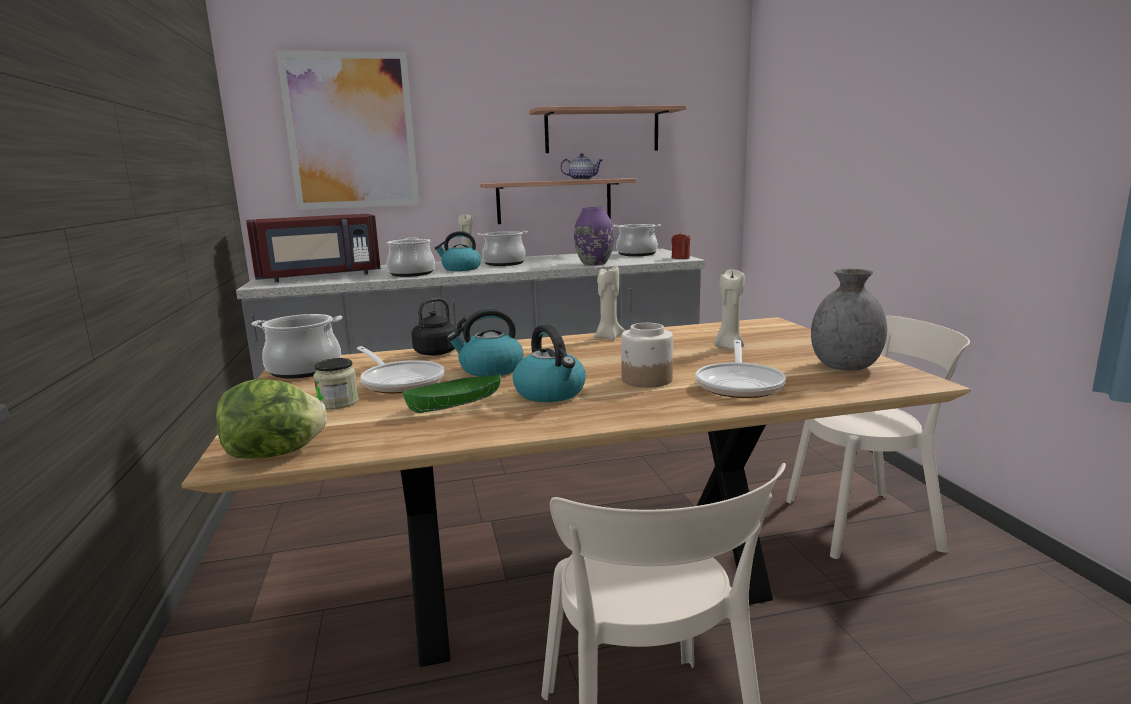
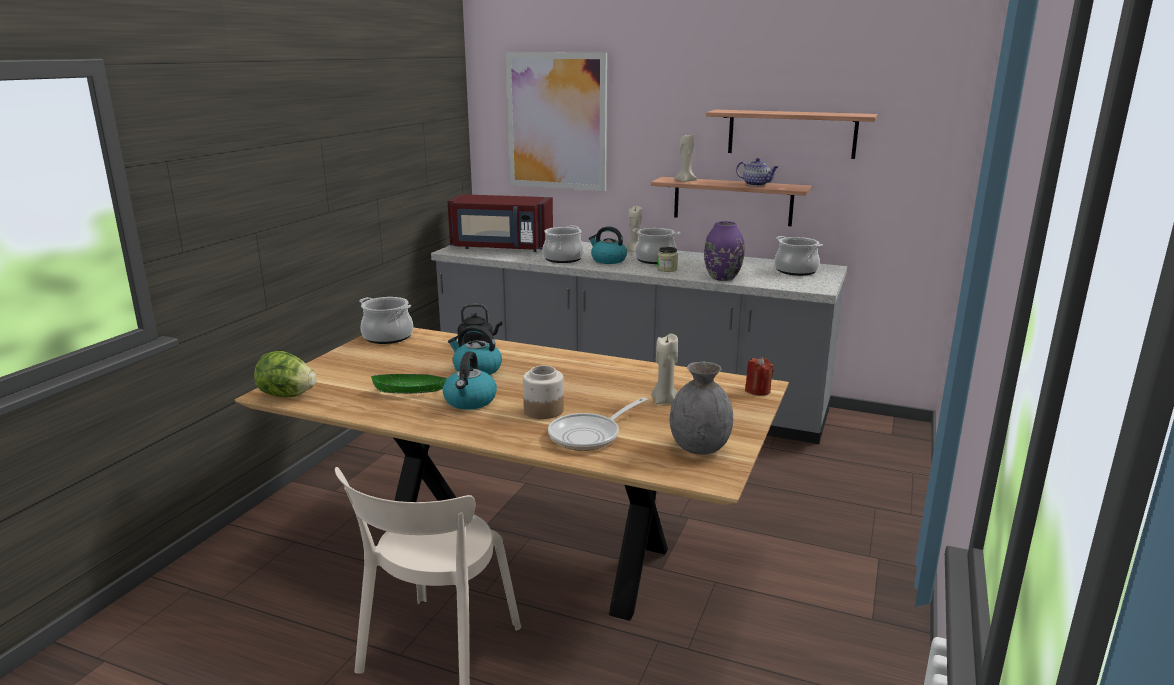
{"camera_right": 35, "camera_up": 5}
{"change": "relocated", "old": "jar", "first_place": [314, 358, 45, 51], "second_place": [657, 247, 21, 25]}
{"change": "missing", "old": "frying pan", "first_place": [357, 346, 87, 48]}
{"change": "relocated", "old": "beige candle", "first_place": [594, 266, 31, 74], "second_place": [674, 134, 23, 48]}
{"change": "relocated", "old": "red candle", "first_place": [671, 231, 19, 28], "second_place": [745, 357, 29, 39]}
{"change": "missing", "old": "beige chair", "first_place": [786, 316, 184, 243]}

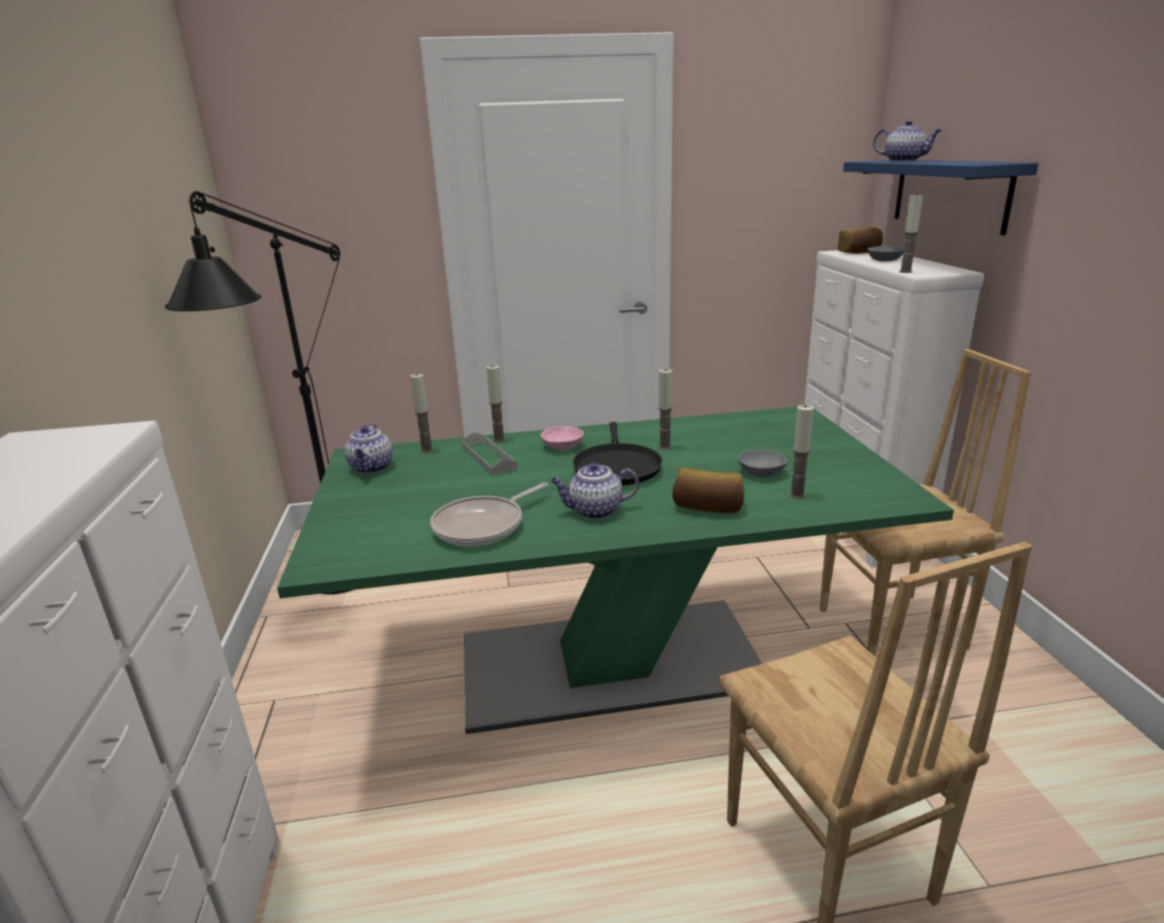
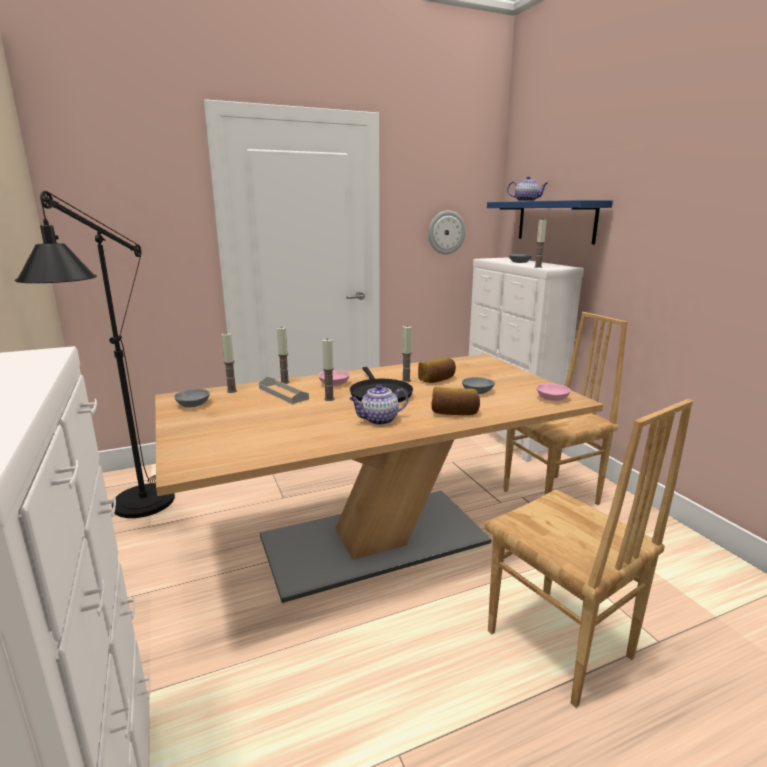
{"camera_right": -15, "camera_up": -5}
{"change": "colour", "old": "green dining table", "new": "beige dining table", "first_place": [277, 405, 677, 329], "second_place": [155, 354, 448, 249]}
{"change": "exchanged", "old": "teapot", "new": "grey bowl", "first_place": [345, 424, 48, 50], "second_place": [174, 389, 36, 18]}
{"change": "missing", "old": "frying pan", "first_place": [430, 482, 118, 64]}
{"change": "relocated", "old": "candle", "first_place": [789, 404, 25, 95], "second_place": [322, 339, 13, 62]}
{"change": "relocated", "old": "bread", "first_place": [838, 227, 45, 27], "second_place": [418, 357, 38, 26]}
{"change": "appeared", "new": "wall clock", "second_place": [428, 210, 38, 45]}
{"change": "appeared", "new": "pink bowl", "second_place": [536, 384, 35, 17]}

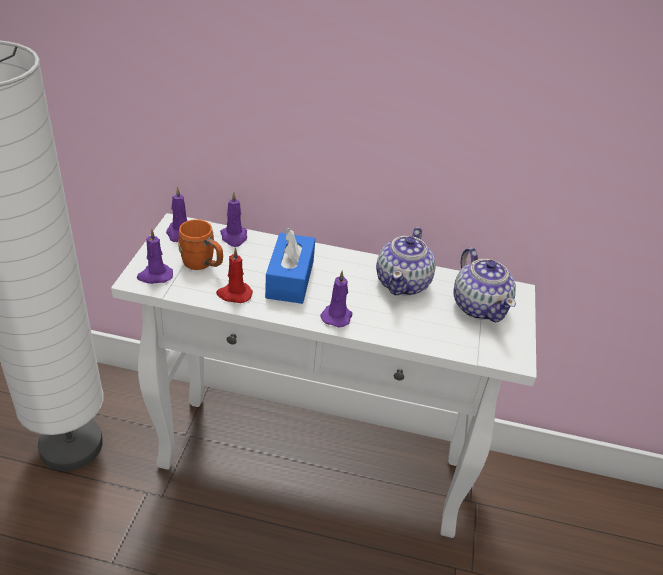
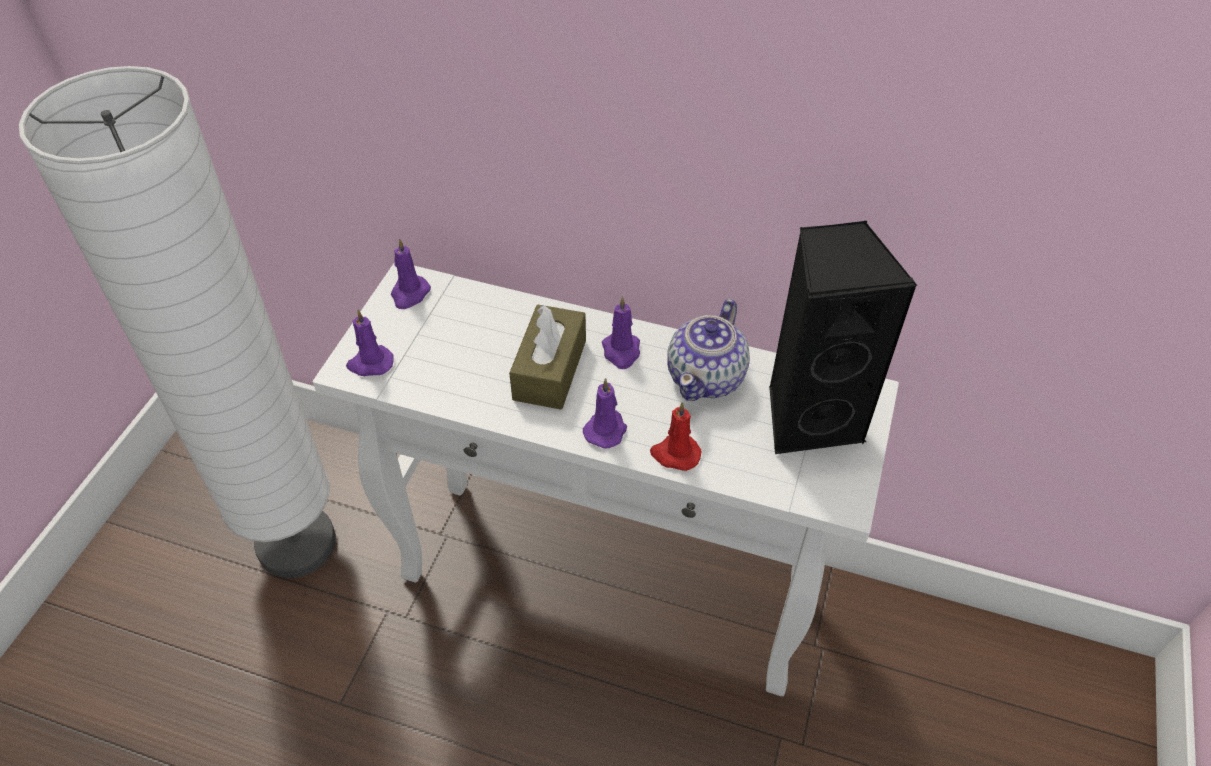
{"camera_right": 10, "camera_up": 10}
{"change": "missing", "old": "orange mug", "first_place": [178, 219, 45, 51]}
{"change": "relocated", "old": "red candle", "first_place": [216, 247, 37, 56], "second_place": [650, 402, 51, 69]}
{"change": "relocated", "old": "purple candle", "first_place": [220, 192, 27, 55], "second_place": [602, 296, 38, 73]}
{"change": "colour", "old": "blue tissue box", "new": "brown tissue box", "first_place": [265, 228, 50, 76], "second_place": [509, 304, 77, 105]}
{"change": "exchanged", "old": "teapot", "new": "black speaker", "first_place": [453, 248, 63, 74], "second_place": [769, 221, 149, 233]}

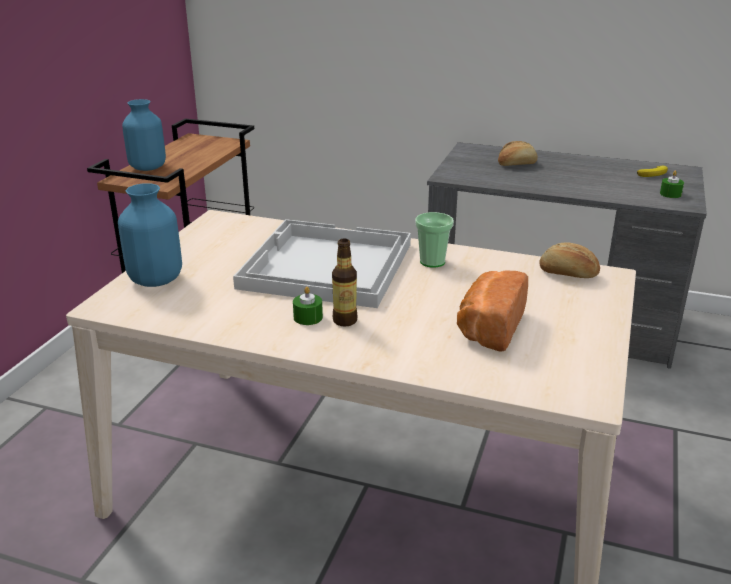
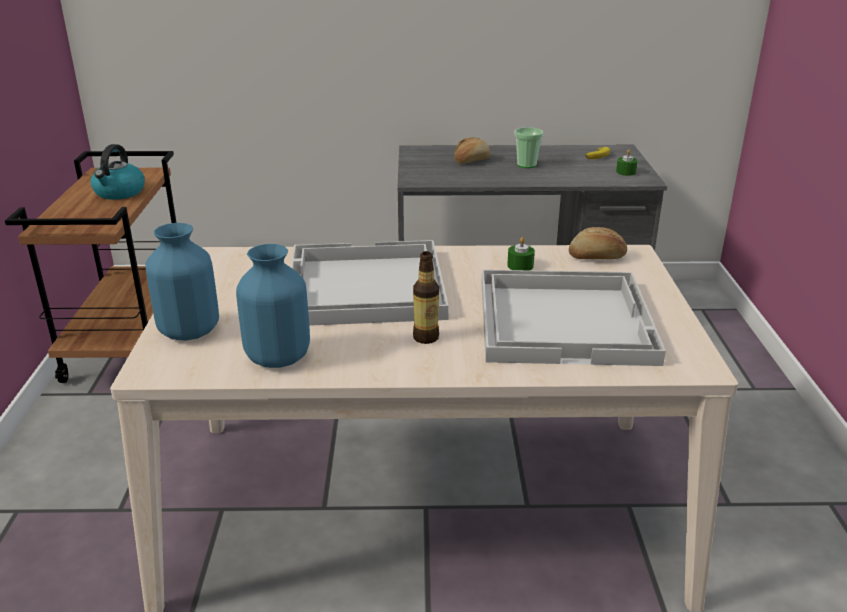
{"camera_right": -20, "camera_up": 0}
{"change": "relocated", "old": "blue vase", "first_place": [122, 99, 44, 72], "second_place": [236, 244, 74, 124]}
{"change": "relocated", "old": "green candle", "first_place": [293, 287, 30, 38], "second_place": [507, 237, 28, 33]}
{"change": "relocated", "old": "cup", "first_place": [415, 212, 39, 56], "second_place": [515, 127, 28, 41]}
{"change": "exchanged", "old": "bread", "new": "white tray", "first_place": [457, 270, 71, 82], "second_place": [481, 270, 185, 96]}
{"change": "appeared", "new": "kettle", "second_place": [90, 144, 55, 56]}

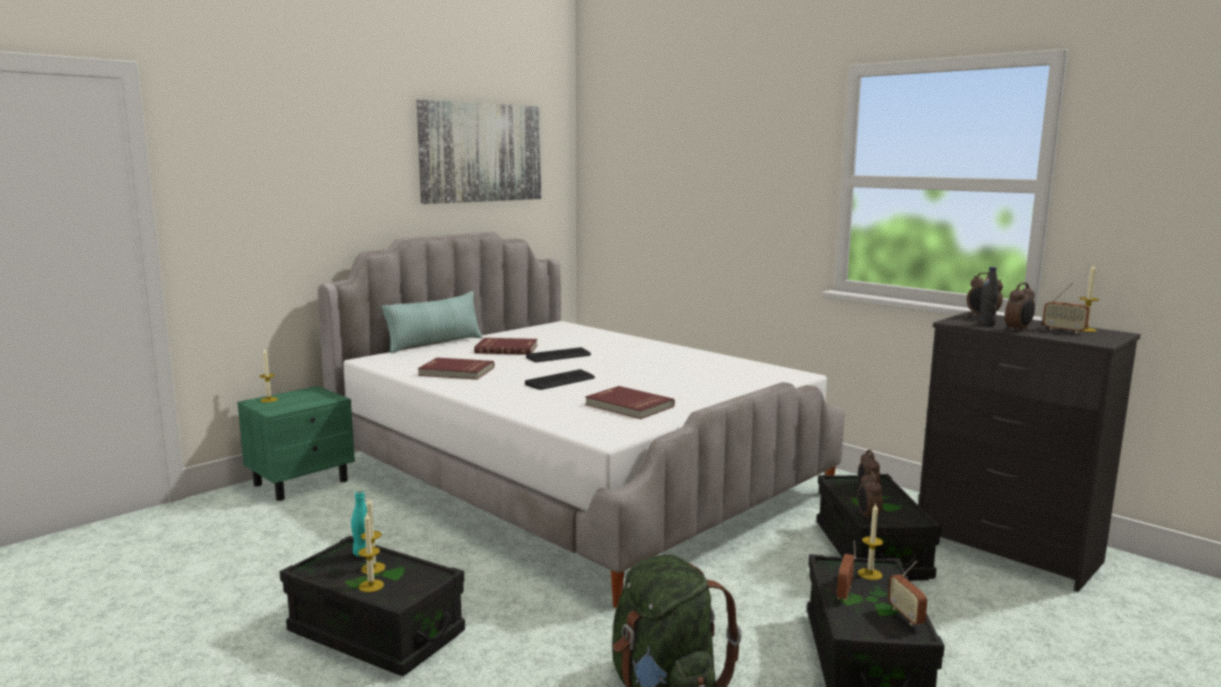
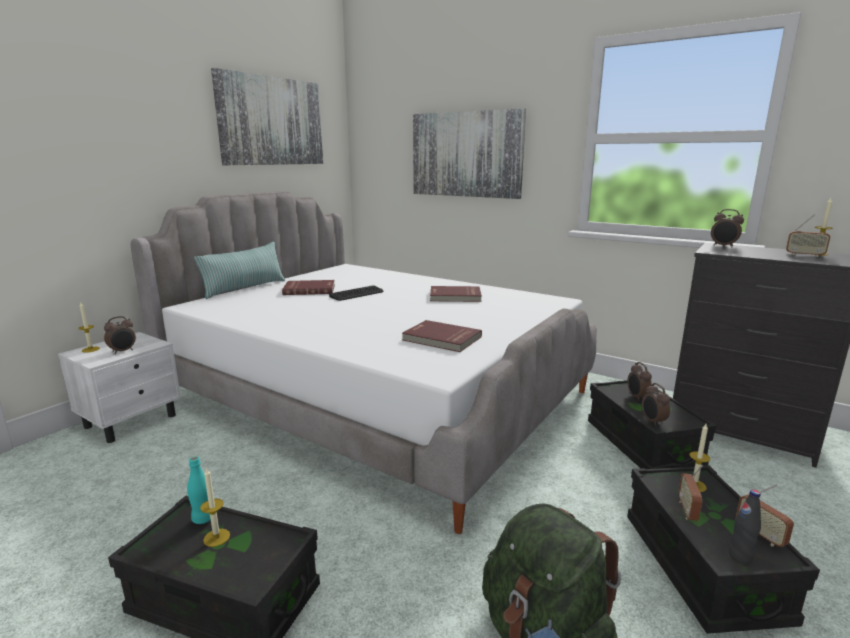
{"camera_right": -10, "camera_up": 5}
{"change": "colour", "old": "green nightstand", "new": "white nightstand", "first_place": [237, 386, 118, 115], "second_place": [58, 332, 123, 111]}
{"change": "missing", "old": "candle", "first_place": [358, 513, 26, 79]}
{"change": "relocated", "old": "red book", "first_place": [418, 358, 76, 22], "second_place": [430, 286, 52, 16]}
{"change": "missing", "old": "keyboard", "first_place": [525, 369, 70, 21]}
{"change": "relocated", "old": "black bottle", "first_place": [978, 267, 21, 60], "second_place": [729, 490, 32, 74]}
{"change": "relocated", "old": "alarm clock", "first_place": [1005, 282, 30, 50], "second_place": [104, 316, 32, 38]}
{"change": "appeared", "new": "picture", "second_place": [413, 108, 113, 91]}

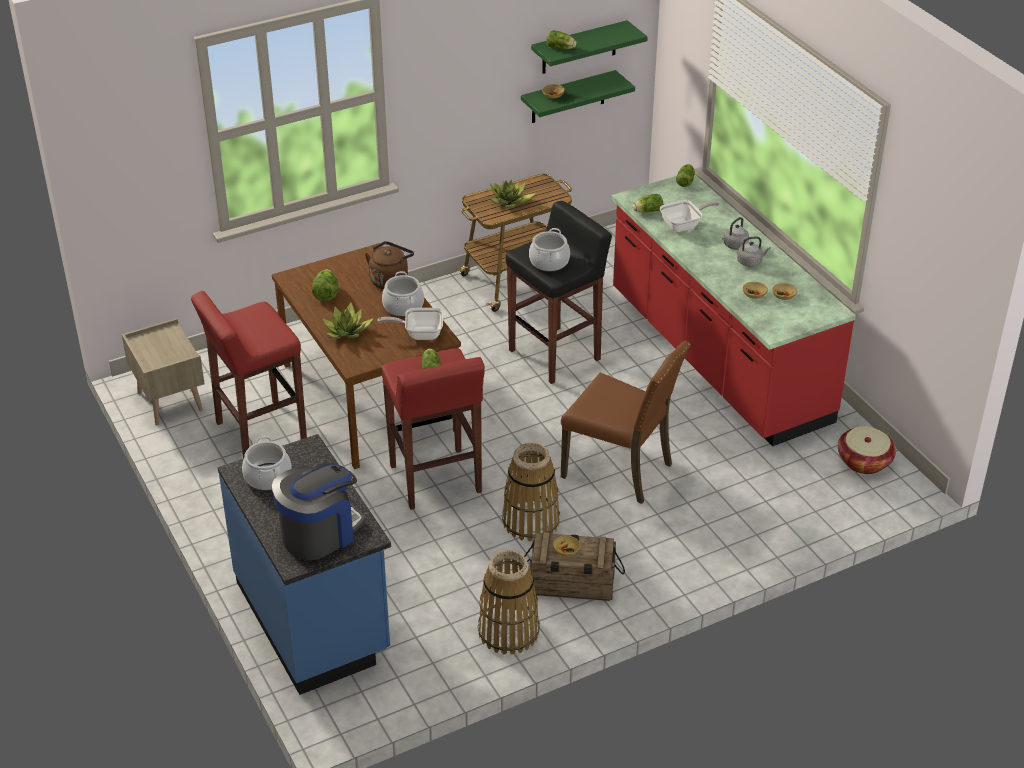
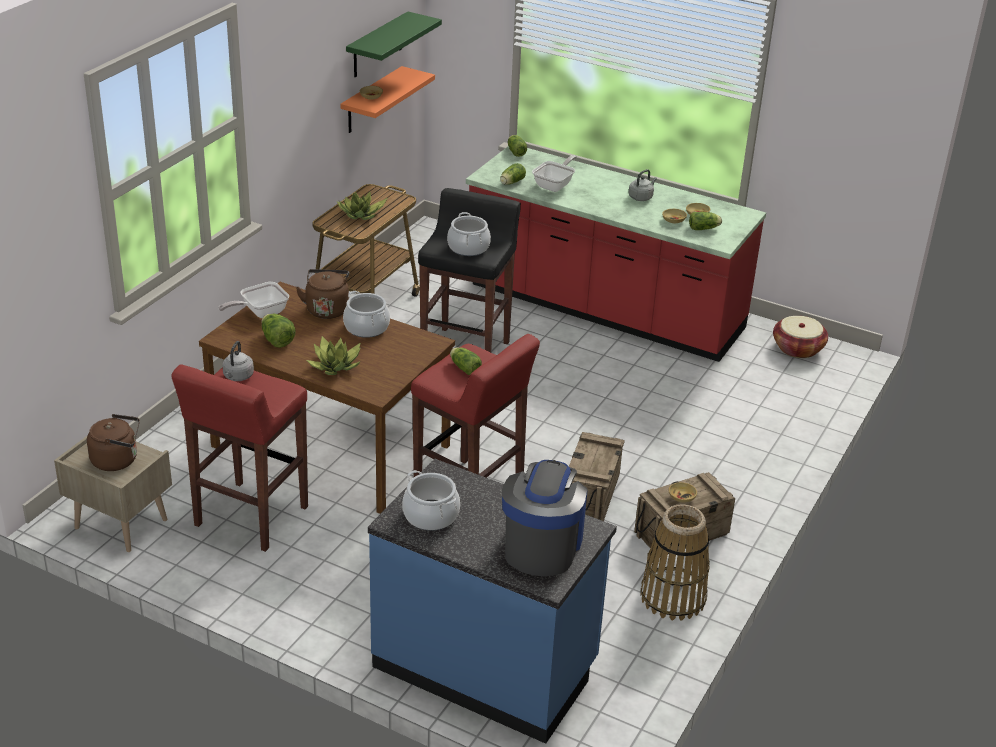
{"camera_right": -35, "camera_up": -5}
{"change": "relocated", "old": "frying pan", "first_place": [377, 308, 66, 32], "second_place": [218, 282, 71, 36]}
{"change": "exchanged", "old": "basket", "new": "crate", "first_place": [502, 443, 58, 99], "second_place": [569, 432, 56, 89]}
{"change": "colour", "old": "green shelf", "new": "orange shelf", "first_place": [521, 70, 114, 53], "second_place": [341, 66, 94, 67]}
{"change": "relocated", "old": "lettuce", "first_place": [547, 30, 30, 19], "second_place": [689, 212, 33, 18]}
{"change": "missing", "old": "brown chair", "first_place": [561, 341, 130, 163]}
{"change": "relocated", "old": "grey kettle", "first_place": [722, 217, 27, 33], "second_place": [222, 341, 32, 40]}
{"change": "appeared", "new": "brown kettle", "second_place": [87, 414, 53, 57]}

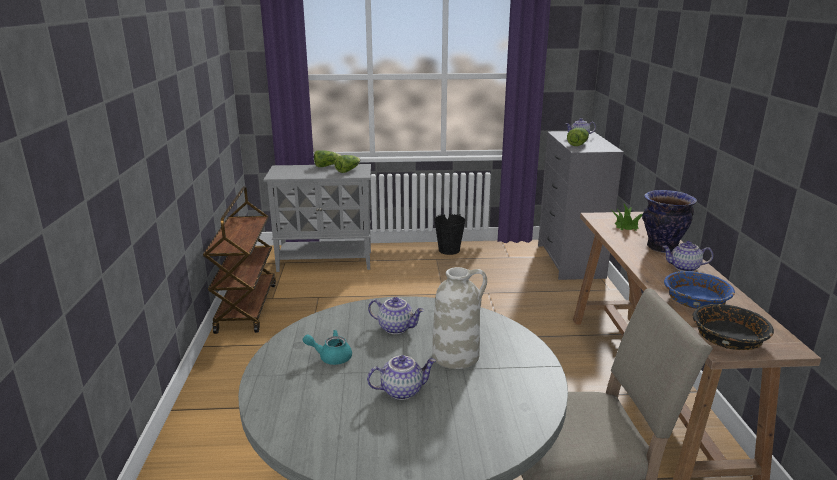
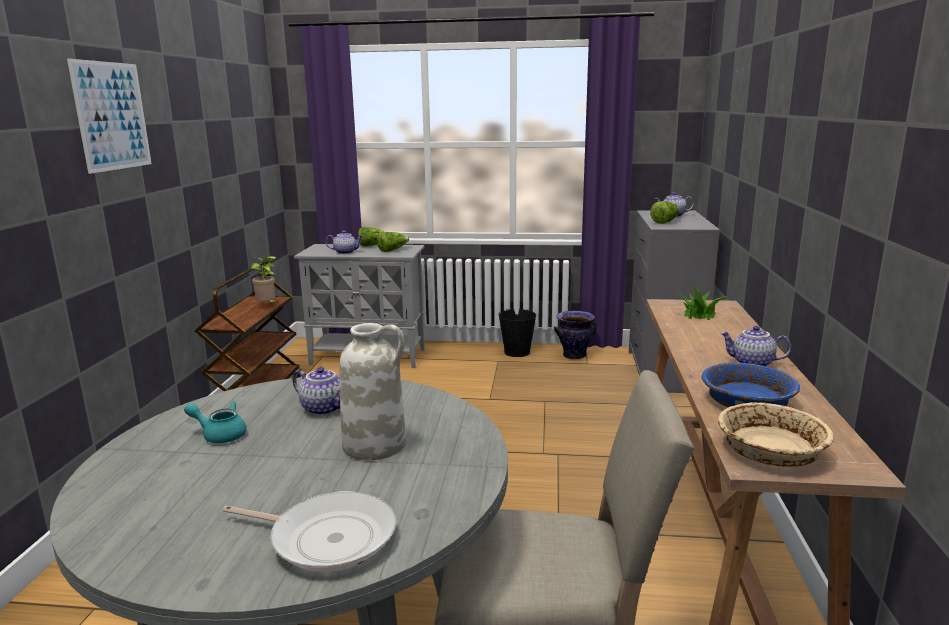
{"camera_right": 10, "camera_up": -5}
{"change": "relocated", "old": "teapot", "first_place": [367, 355, 69, 45], "second_place": [325, 230, 38, 24]}
{"change": "relocated", "old": "vase", "first_place": [642, 190, 55, 63], "second_place": [554, 311, 43, 48]}
{"change": "colour", "old": "black bowl", "new": "beige bowl", "first_place": [693, 304, 81, 46], "second_place": [718, 402, 116, 65]}
{"change": "appeared", "new": "picture", "second_place": [67, 58, 85, 116]}
{"change": "appeared", "new": "frying pan", "second_place": [222, 491, 174, 81]}
{"change": "appeared", "new": "potted plant", "second_place": [251, 256, 26, 46]}

